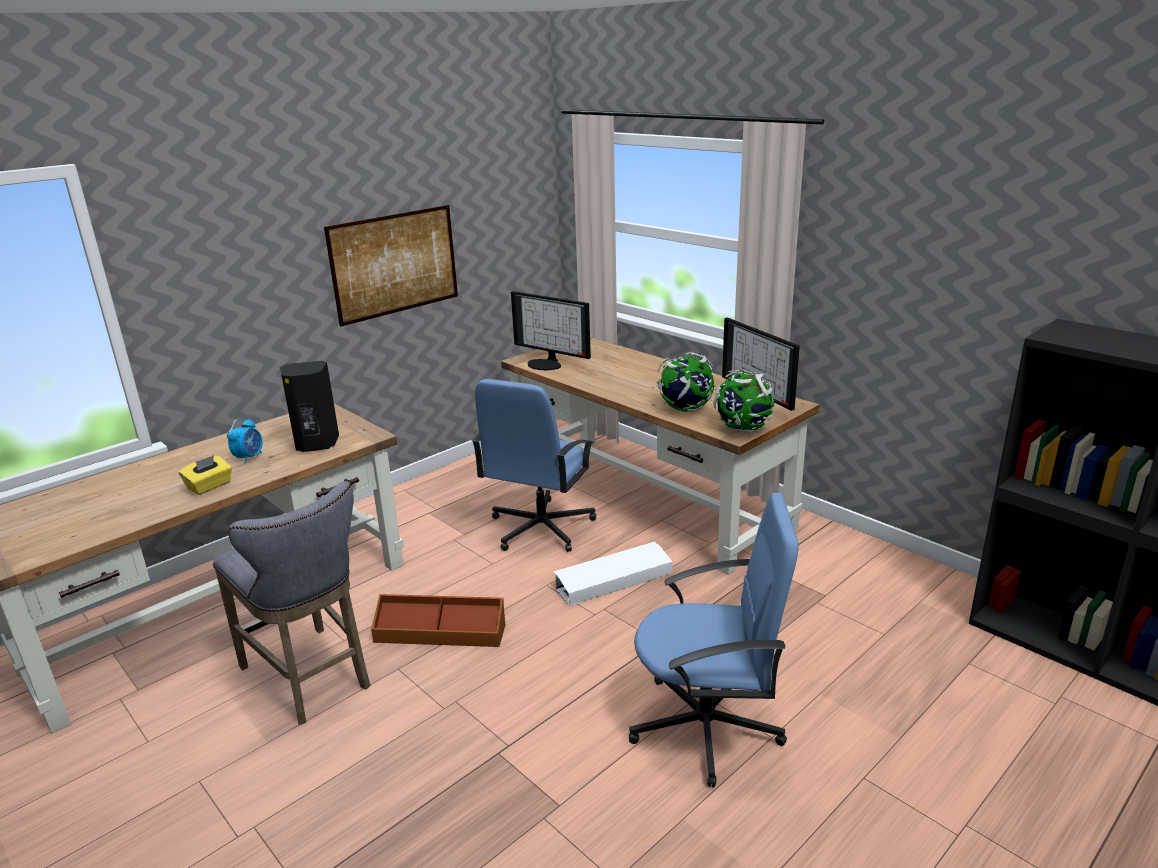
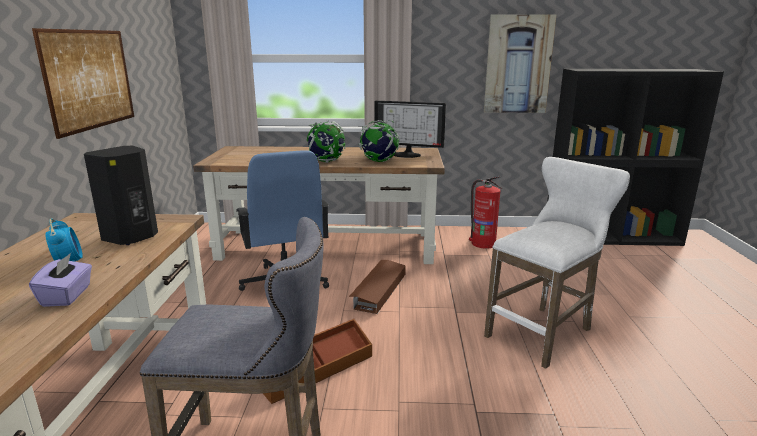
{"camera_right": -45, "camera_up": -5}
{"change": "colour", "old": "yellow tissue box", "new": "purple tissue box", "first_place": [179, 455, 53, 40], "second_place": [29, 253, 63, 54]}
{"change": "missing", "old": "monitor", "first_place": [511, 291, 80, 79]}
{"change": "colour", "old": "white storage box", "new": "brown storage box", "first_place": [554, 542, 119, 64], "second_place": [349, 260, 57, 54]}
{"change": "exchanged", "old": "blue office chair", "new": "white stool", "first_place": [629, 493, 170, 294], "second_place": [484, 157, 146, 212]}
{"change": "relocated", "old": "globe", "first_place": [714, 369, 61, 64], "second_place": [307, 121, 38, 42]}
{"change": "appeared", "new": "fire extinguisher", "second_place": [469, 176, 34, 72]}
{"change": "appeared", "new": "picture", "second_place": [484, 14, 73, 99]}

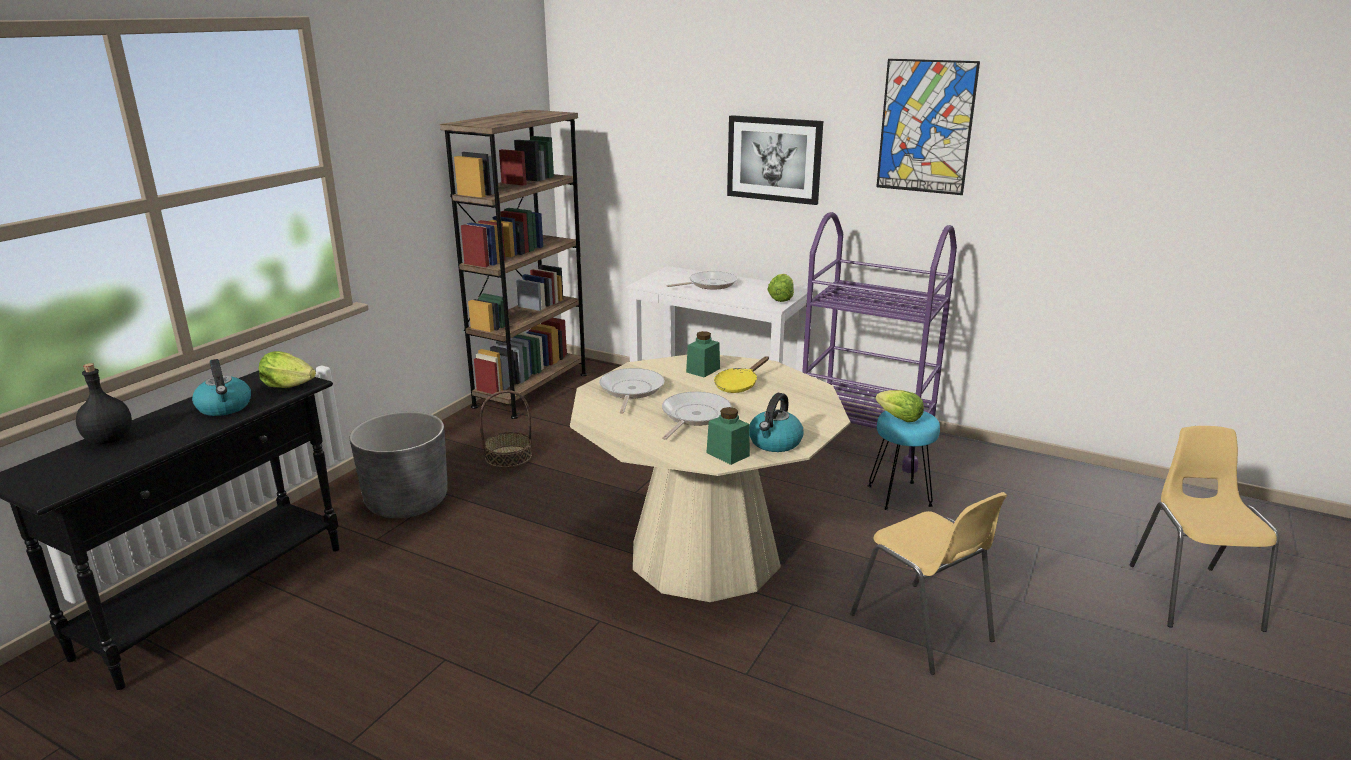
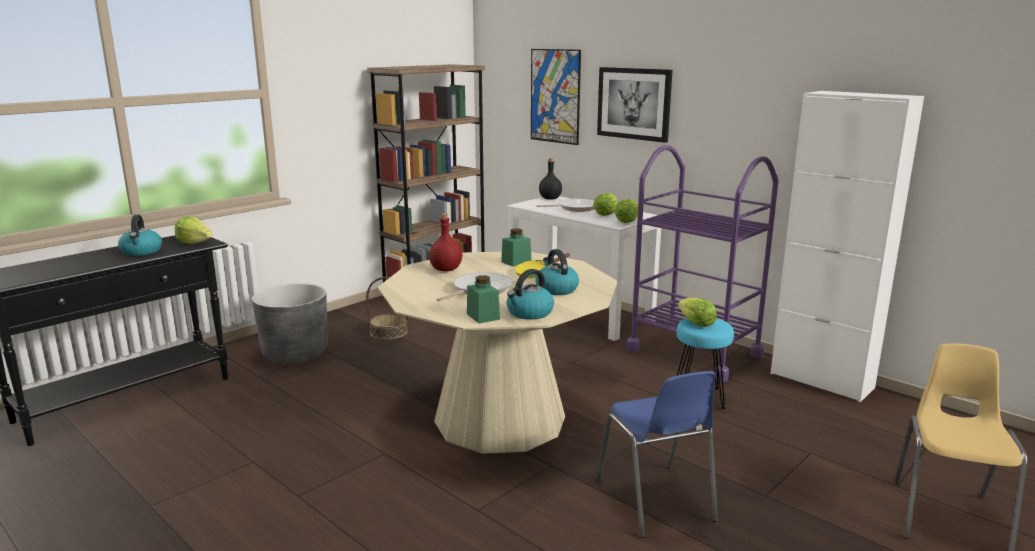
{"camera_right": 15, "camera_up": -5}
{"change": "relocated", "old": "black bottle", "first_place": [76, 363, 56, 81], "second_place": [539, 158, 23, 42]}
{"change": "exchanged", "old": "frying pan", "new": "red bottle", "first_place": [599, 368, 65, 46], "second_place": [429, 213, 33, 59]}
{"change": "colour", "old": "yellow chair", "new": "blue chair", "first_place": [850, 492, 157, 183], "second_place": [596, 371, 122, 167]}
{"change": "relocated", "old": "picture", "first_place": [876, 59, 104, 136], "second_place": [531, 49, 50, 96]}
{"change": "appeared", "new": "kettle", "second_place": [535, 249, 44, 46]}
{"change": "appeared", "new": "lettuce", "second_place": [593, 193, 24, 23]}
{"change": "appeared", "new": "white cabinet", "second_place": [770, 91, 154, 311]}

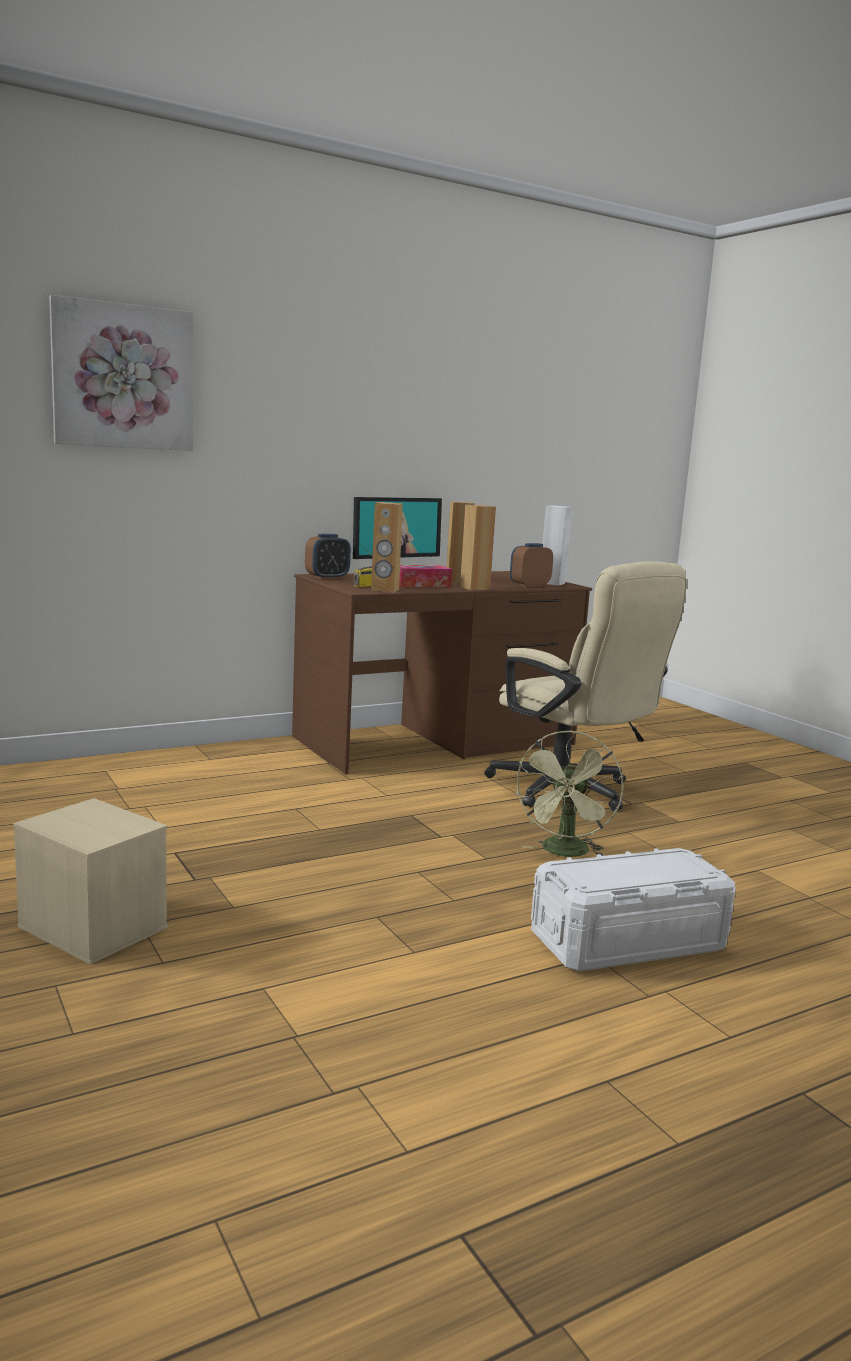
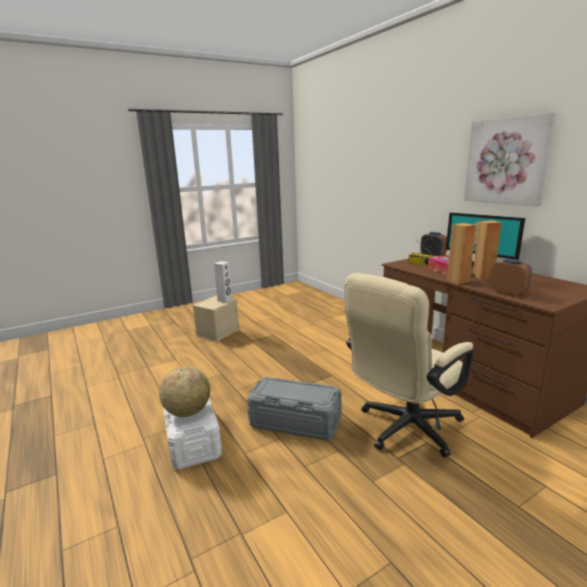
{"camera_right": 90, "camera_up": 5}
{"change": "relocated", "old": "picture", "first_place": [49, 295, 145, 156], "second_place": [464, 113, 91, 93]}
{"change": "missing", "old": "brown speaker", "first_place": [371, 502, 32, 90]}
{"change": "exchanged", "old": "green fan", "new": "grey storage box", "first_place": [514, 731, 110, 126], "second_place": [247, 377, 95, 64]}
{"change": "relocated", "old": "white speaker", "first_place": [542, 505, 30, 81], "second_place": [214, 261, 18, 41]}
{"change": "appeared", "new": "globe", "second_place": [159, 366, 51, 51]}

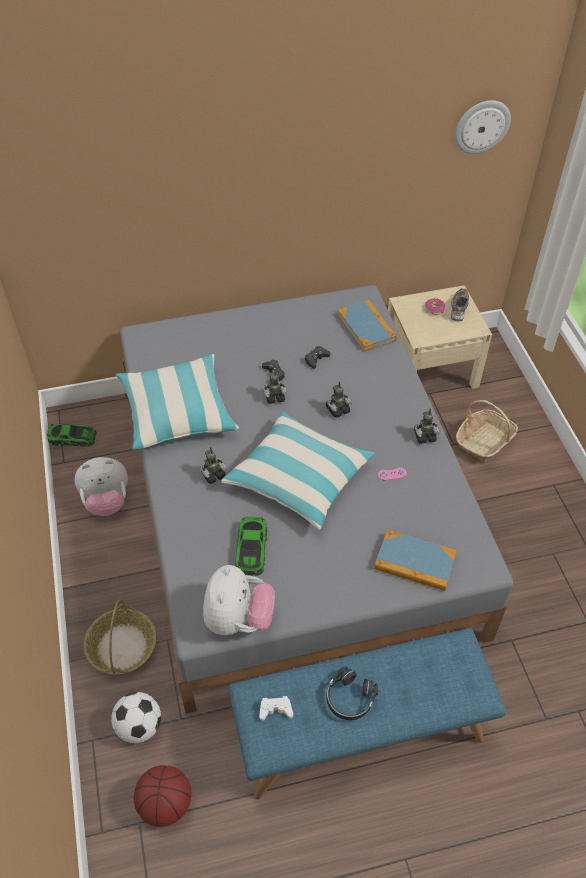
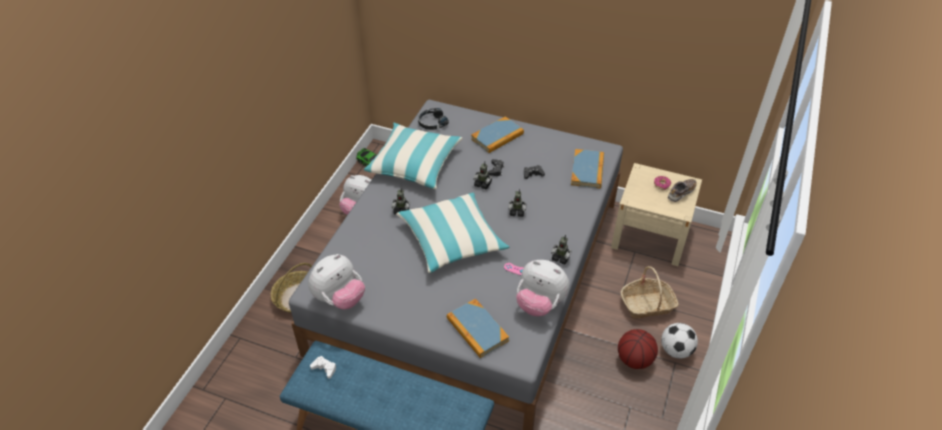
{"camera_right": 35, "camera_up": -5}
{"change": "relocated", "old": "football", "first_place": [111, 692, 50, 51], "second_place": [661, 323, 37, 36]}
{"change": "relocated", "old": "basketball", "first_place": [134, 765, 57, 62], "second_place": [618, 329, 40, 40]}
{"change": "missing", "old": "toy car", "first_place": [235, 516, 32, 60]}
{"change": "relocated", "old": "black headphones", "first_place": [326, 666, 52, 54], "second_place": [418, 108, 31, 22]}
{"change": "missing", "old": "wall clock", "first_place": [455, 100, 56, 54]}
{"change": "appeared", "new": "book", "second_place": [471, 116, 53, 37]}
{"change": "appeared", "new": "plush toy", "second_place": [516, 260, 53, 56]}

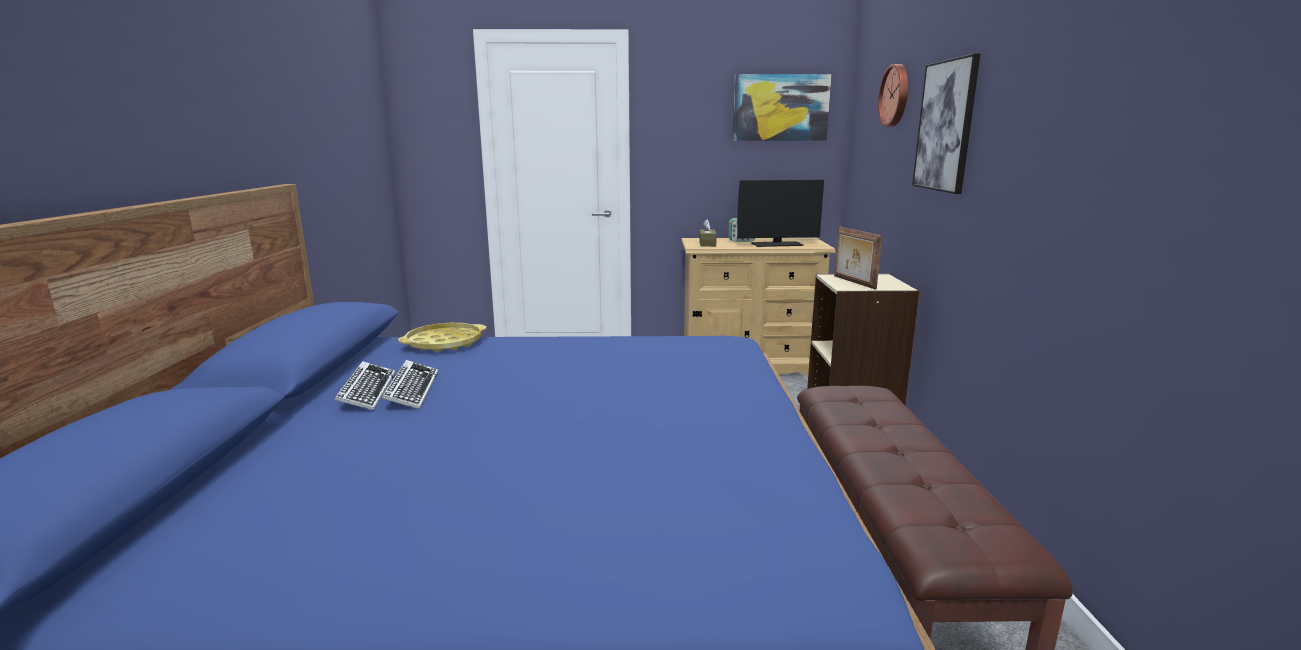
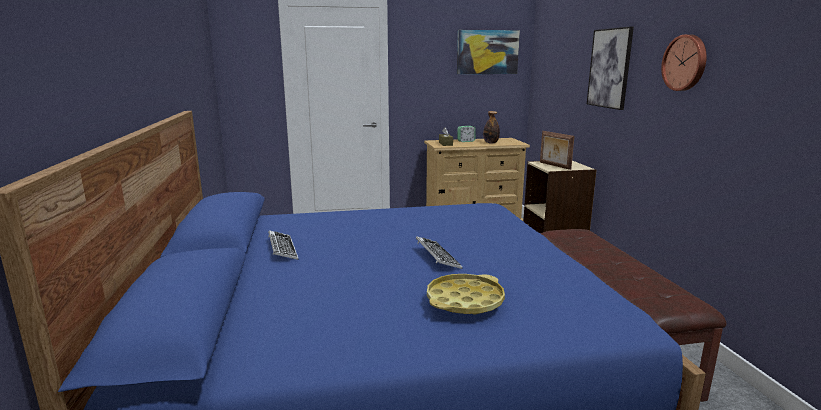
{"camera_right": -10, "camera_up": 0}
{"change": "relocated", "old": "keyboard", "first_place": [382, 360, 56, 49], "second_place": [416, 236, 46, 33]}
{"change": "relocated", "old": "yellow tray", "first_place": [398, 323, 88, 29], "second_place": [427, 274, 78, 41]}
{"change": "exchanged", "old": "monitor", "new": "bottle", "first_place": [737, 180, 87, 67], "second_place": [483, 111, 17, 32]}
{"change": "relocated", "old": "wall clock", "first_place": [878, 64, 30, 63], "second_place": [661, 34, 46, 57]}

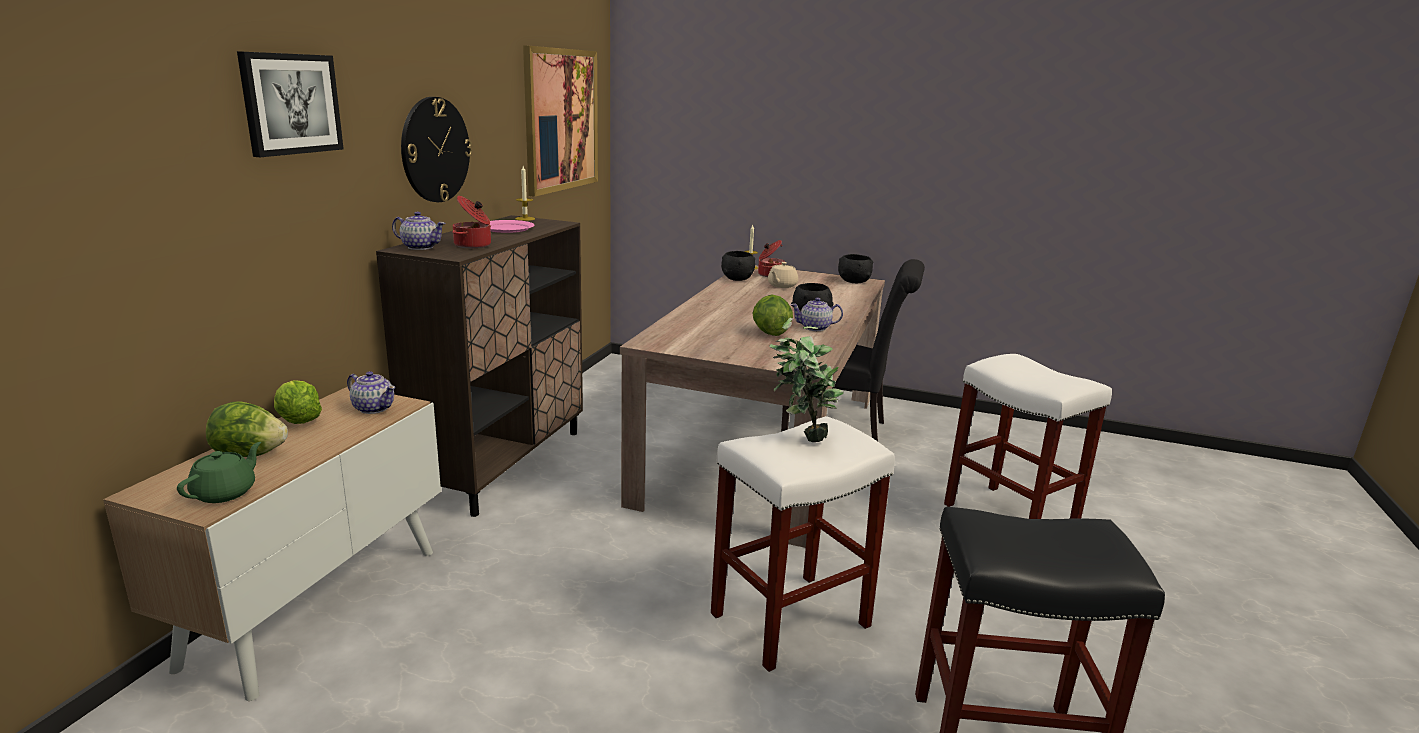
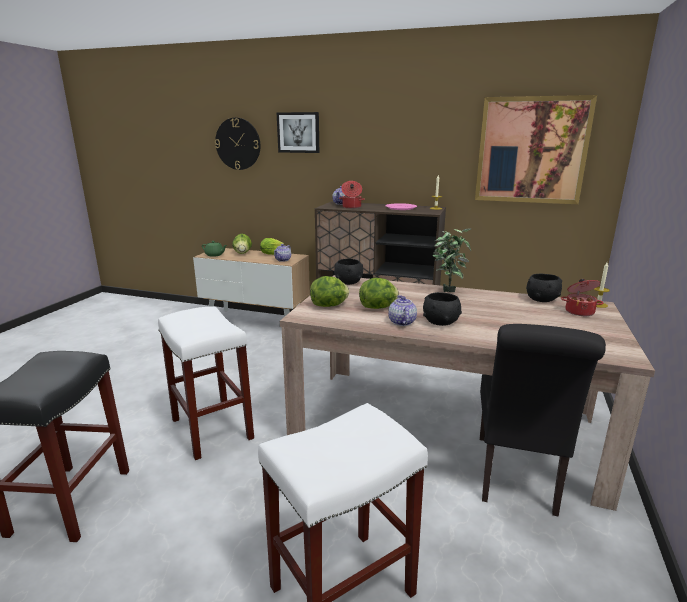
{"camera_right": 90, "camera_up": 0}
{"change": "relocated", "old": "wall clock", "first_place": [401, 97, 71, 105], "second_place": [215, 118, 45, 52]}
{"change": "missing", "old": "beige teapot", "first_place": [768, 262, 30, 26]}
{"change": "relocated", "old": "potted plant", "first_place": [769, 318, 75, 124], "second_place": [432, 228, 39, 64]}
{"change": "relocated", "old": "black bowl", "first_place": [838, 254, 35, 29], "second_place": [334, 259, 29, 26]}
{"change": "appeared", "new": "lettuce", "second_place": [310, 276, 39, 31]}

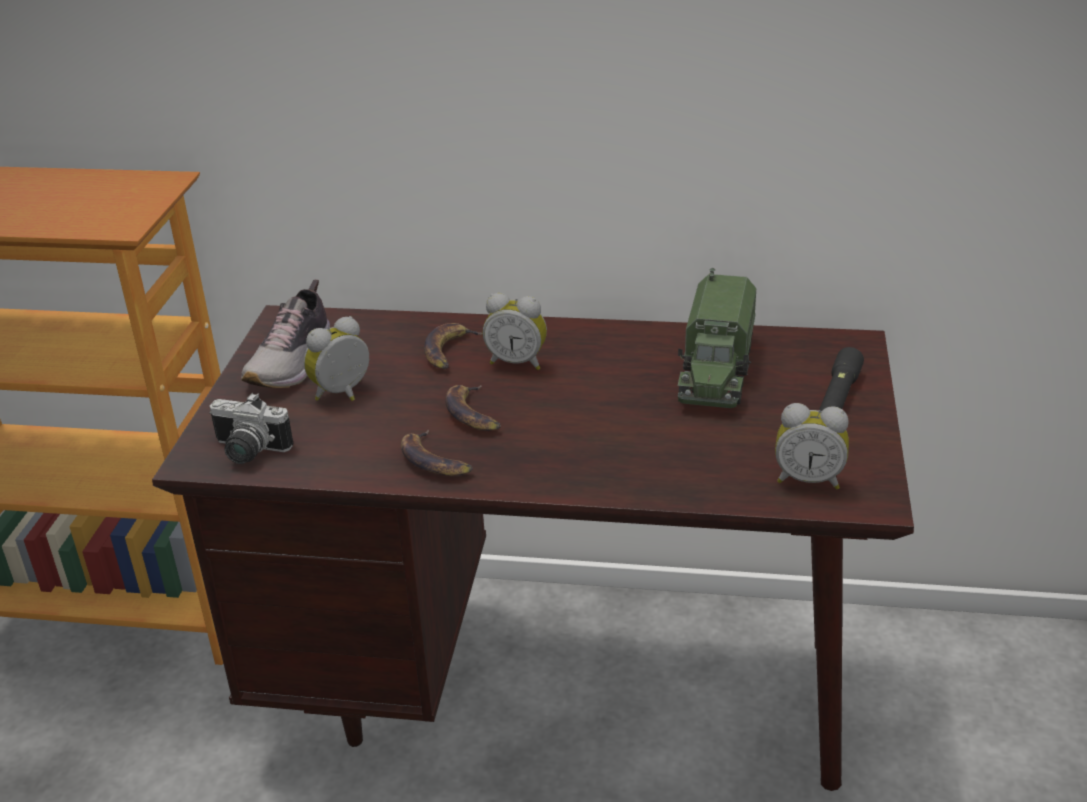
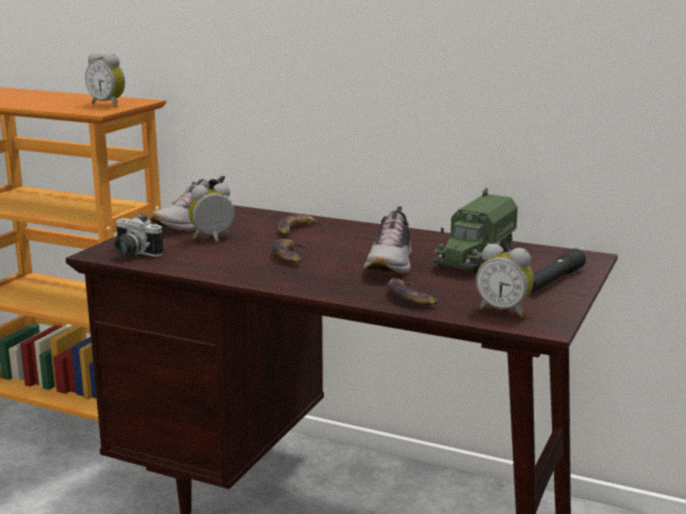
{"camera_right": 15, "camera_up": -15}
{"change": "relocated", "old": "banana", "first_place": [401, 430, 72, 46], "second_place": [388, 278, 50, 27]}
{"change": "relocated", "old": "alarm clock", "first_place": [483, 293, 64, 77], "second_place": [85, 52, 40, 55]}
{"change": "appeared", "new": "shoe", "second_place": [364, 206, 47, 68]}

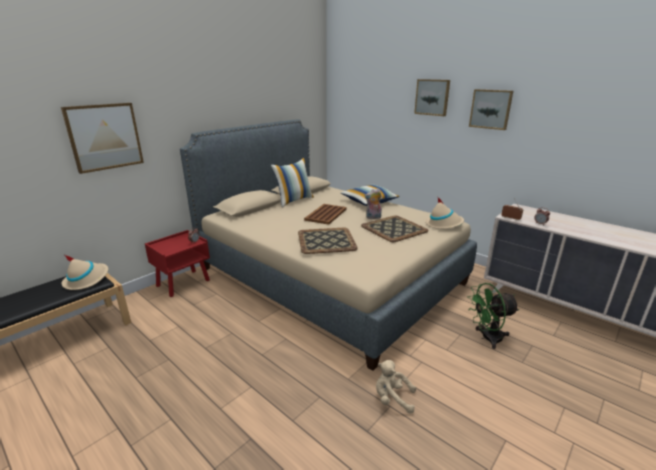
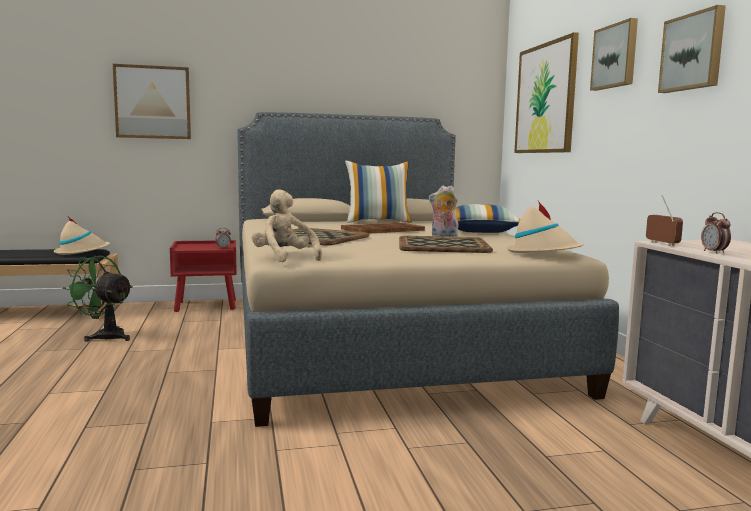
{"camera_right": 35, "camera_up": -15}
{"change": "relocated", "old": "beige plush toy", "first_place": [376, 360, 40, 54], "second_place": [252, 189, 70, 73]}
{"change": "relocated", "old": "green fan", "first_place": [467, 283, 52, 66], "second_place": [62, 256, 71, 86]}
{"change": "appeared", "new": "picture", "second_place": [514, 32, 65, 121]}

